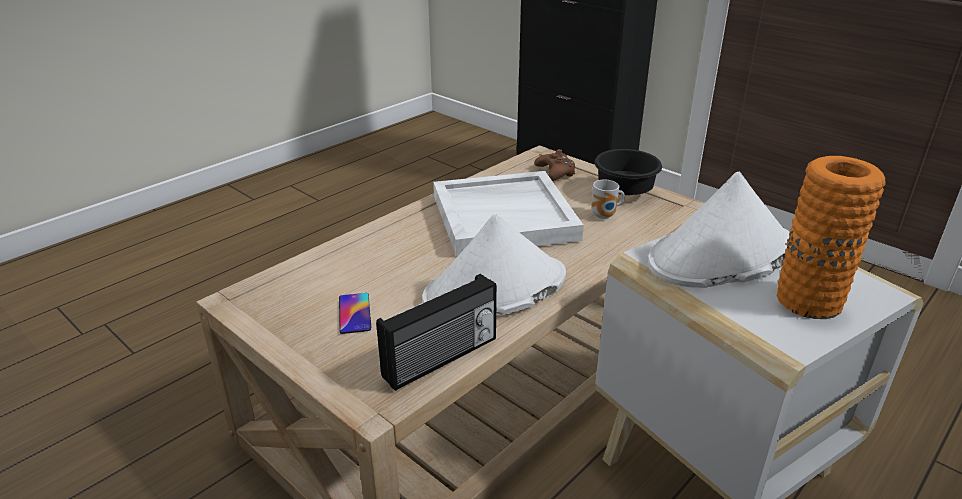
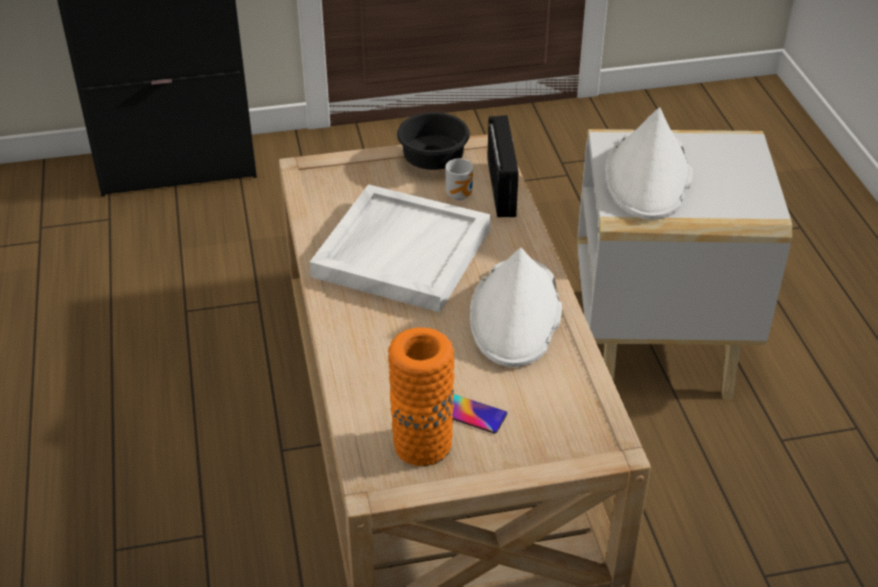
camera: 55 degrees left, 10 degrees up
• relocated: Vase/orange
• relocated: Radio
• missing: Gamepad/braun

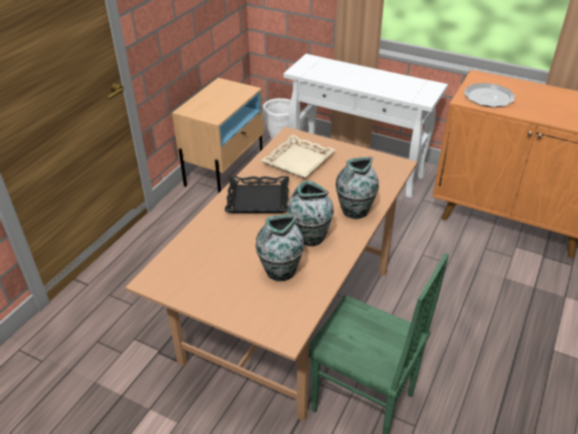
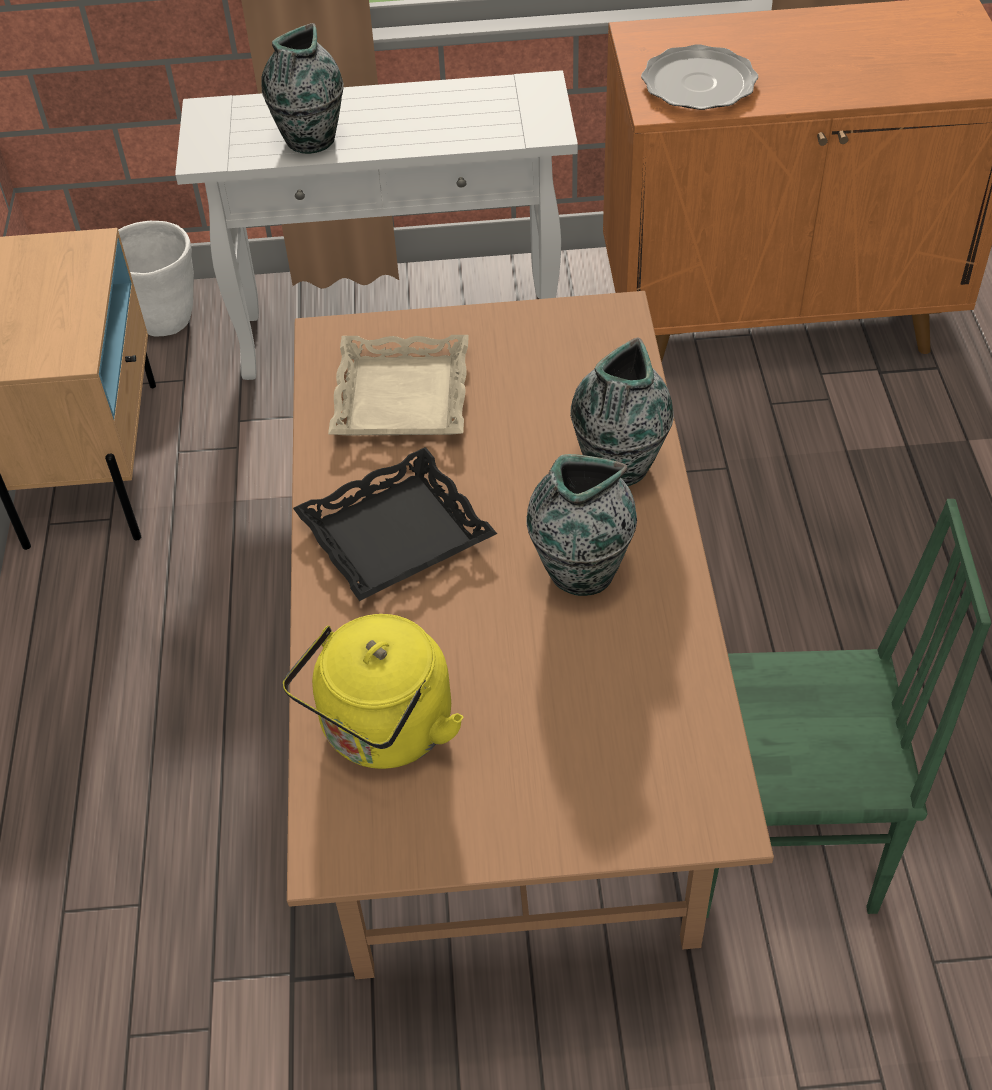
camera: 30 degrees left, 10 degrees up
• relocated: Vase (no. 1 from left)
• appeared: Wasserkessel/gelb

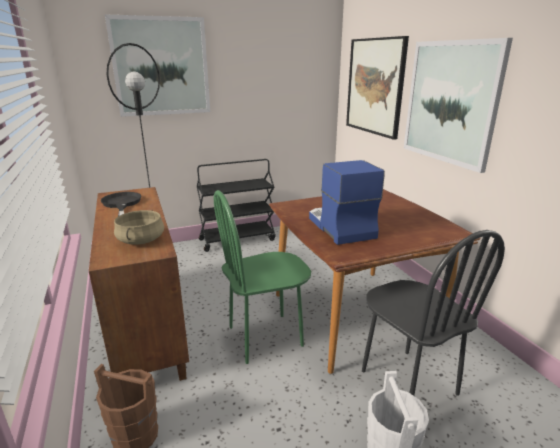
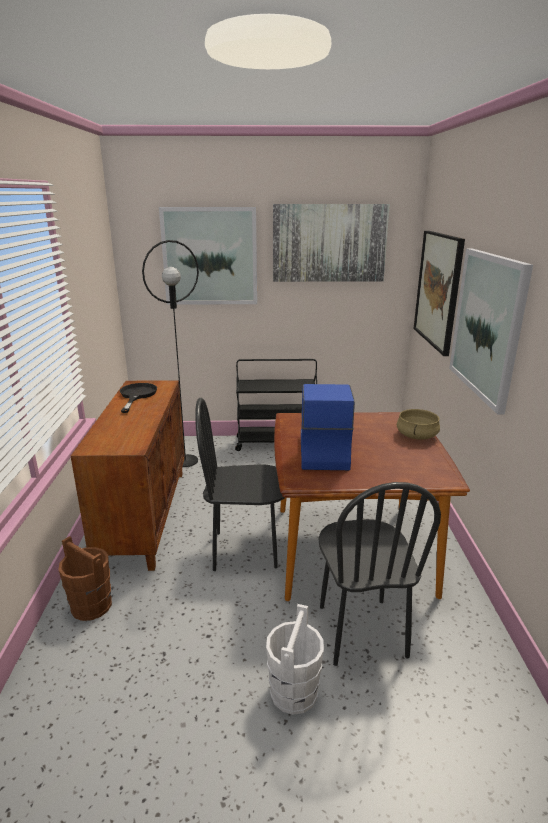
camera: 20 degrees right, 0 degrees up
• colour: Stuhl/grün to Stuhl/schwarz (no. 1 from left)
• appeared: Bild (no. 2 from left)
• relocated: Kochtopf/beige

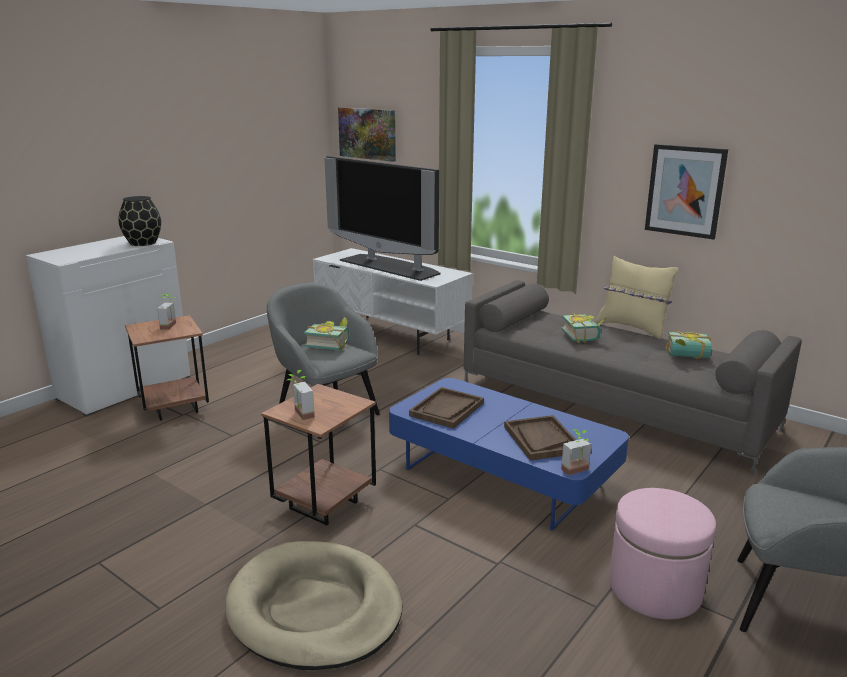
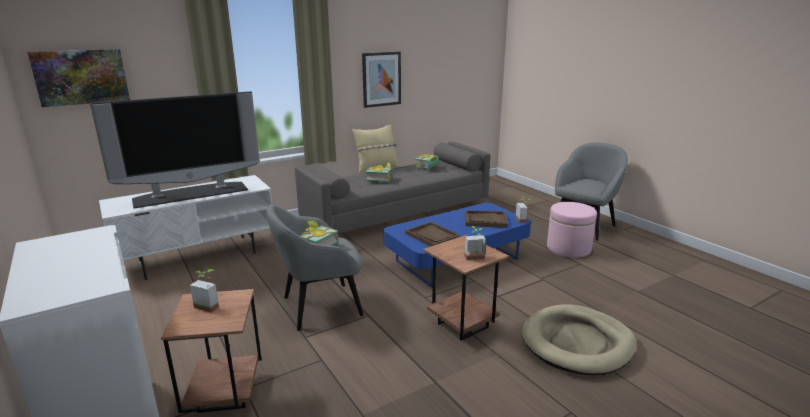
camera: 70 degrees left, 0 degrees up
• missing: Vase/schwarz

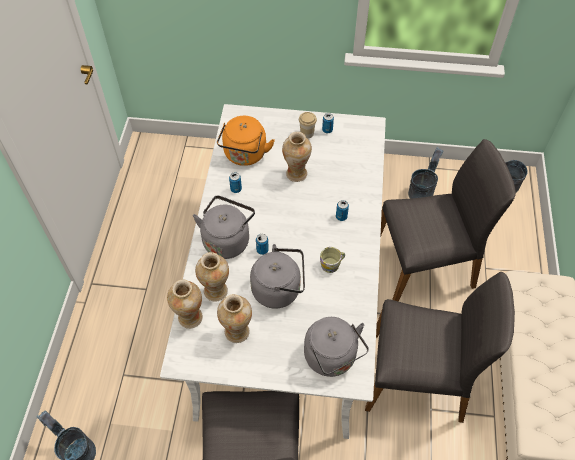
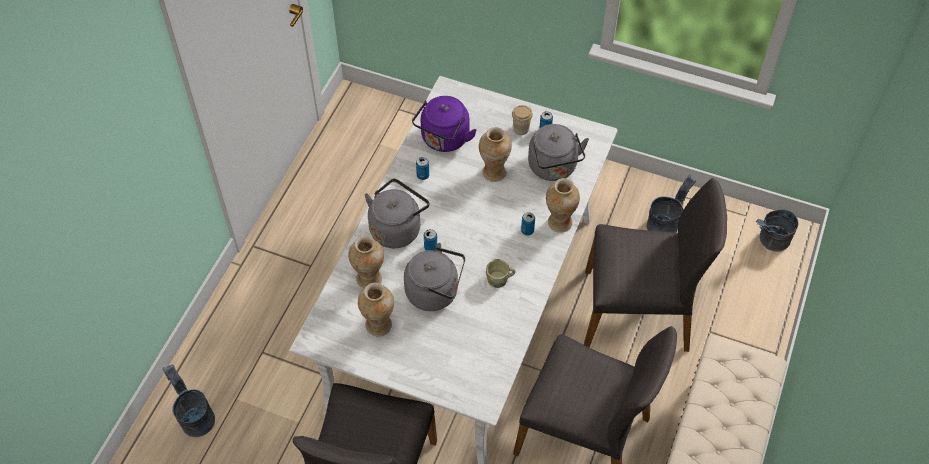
camera: 15 degrees right, 0 degrees up
• colour: Wasserkessel/orange to Wasserkessel/lila
• relocated: Wasserkessel/grau (no. 3 from left)
• relocated: Vase (no. 1 from left in the first image) to Vase (no. 4 from left)

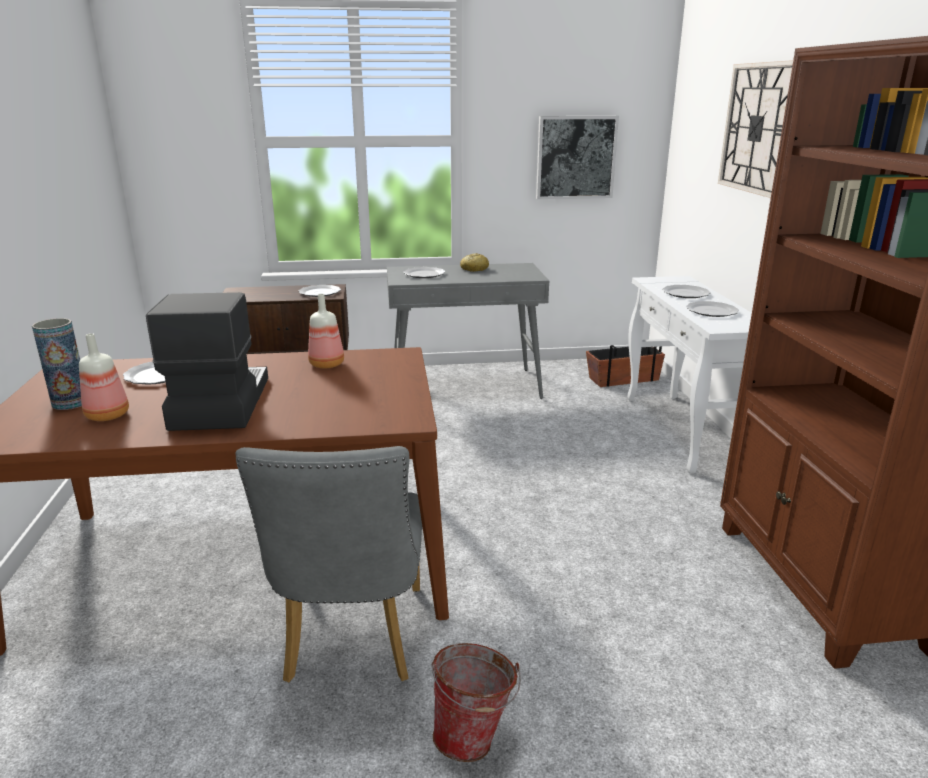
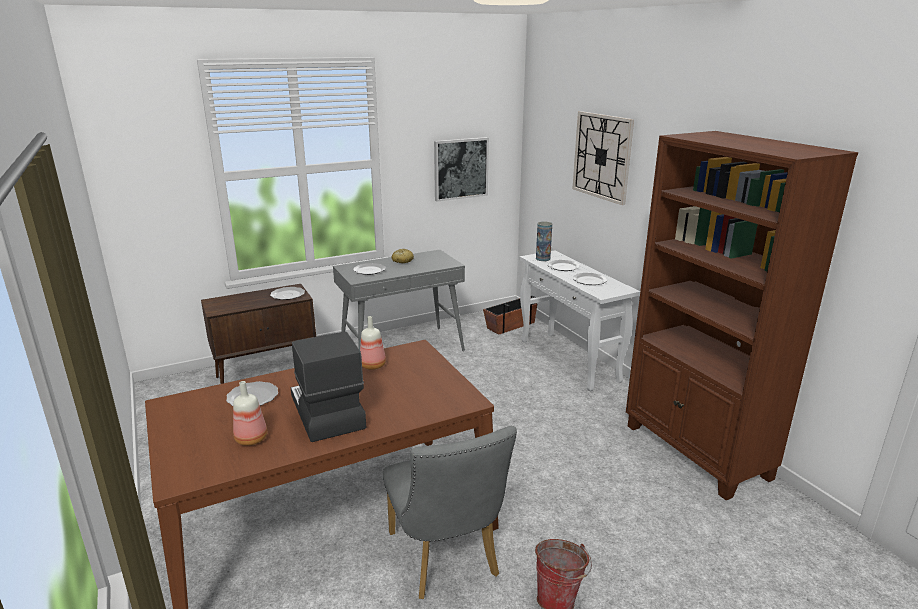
camera: 20 degrees left, 0 degrees up
• relocated: Vase

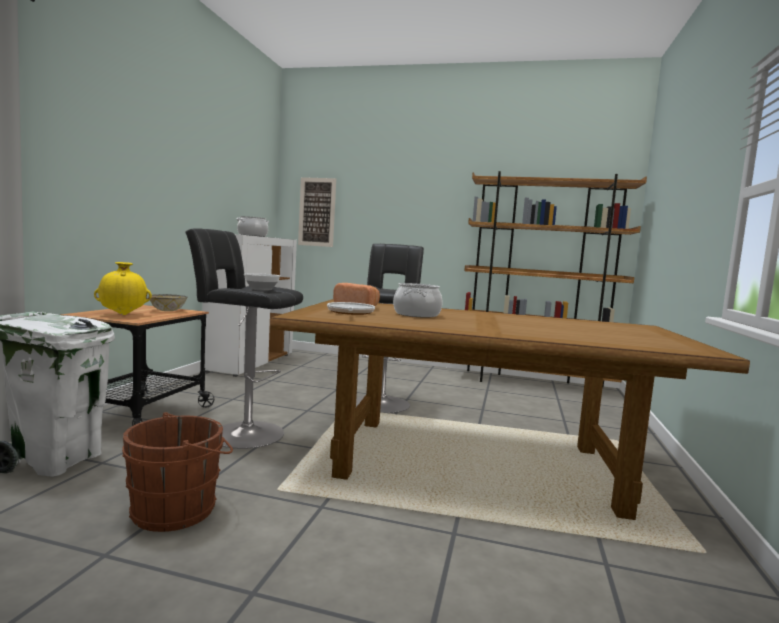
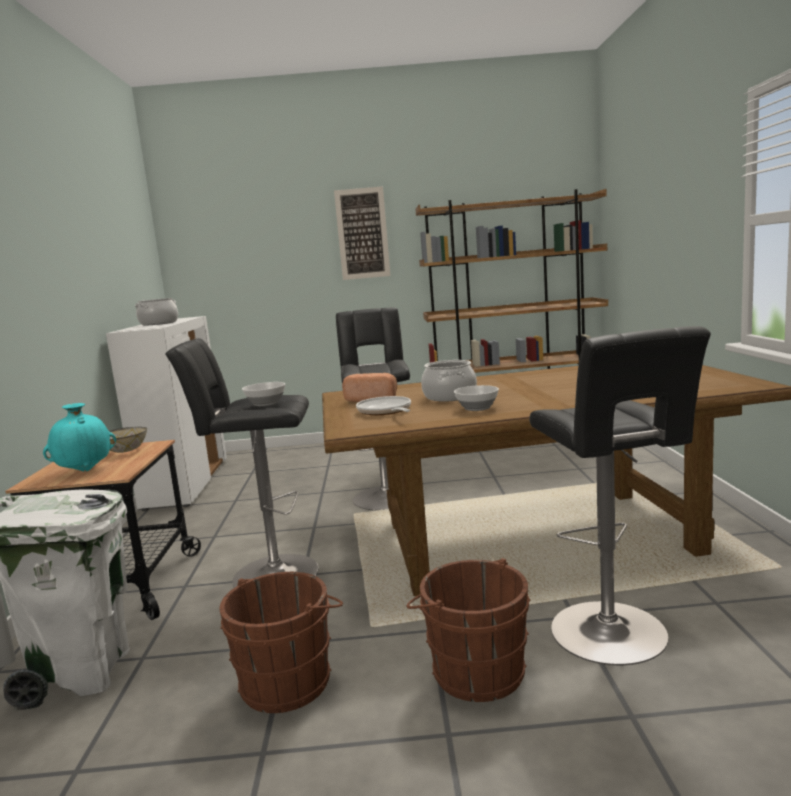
camera: 15 degrees left, 5 degrees up
• colour: Vase/gelb to Vase/türkis
• relocated: Bild
• appeared: Eimer/braun (no. 2 from left)
• appeared: Schüssel (no. 3 from left)
• appeared: Hocker/schwarz (no. 3 from left)

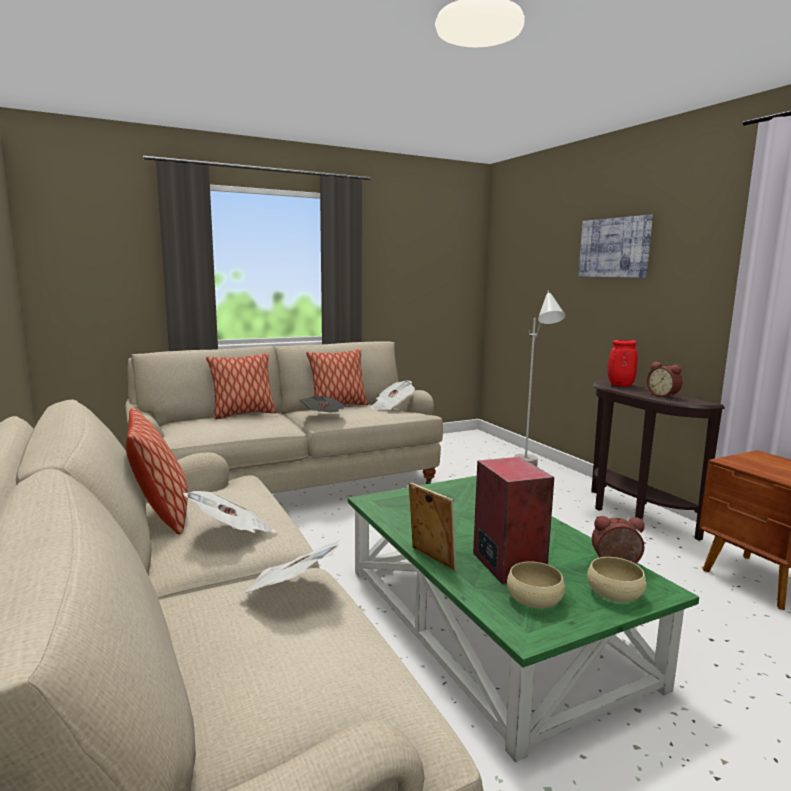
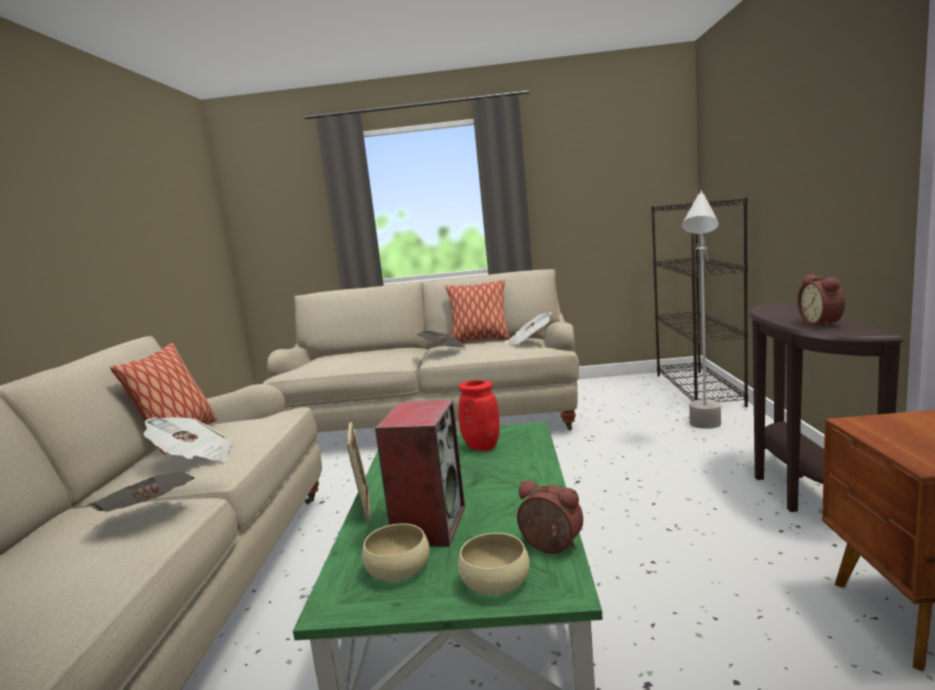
camera: 30 degrees right, 0 degrees up
• relocated: Vase/rot
• appeared: Bücherregal/schwarz
• missing: Kissen (no. 2 from left)
• missing: Bild

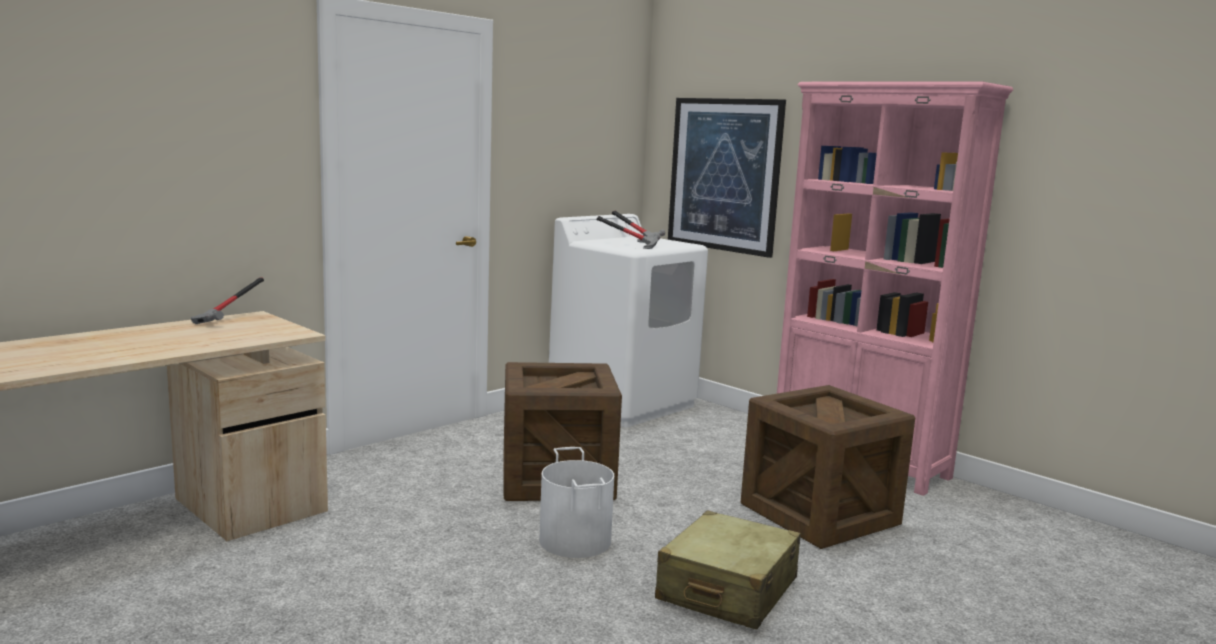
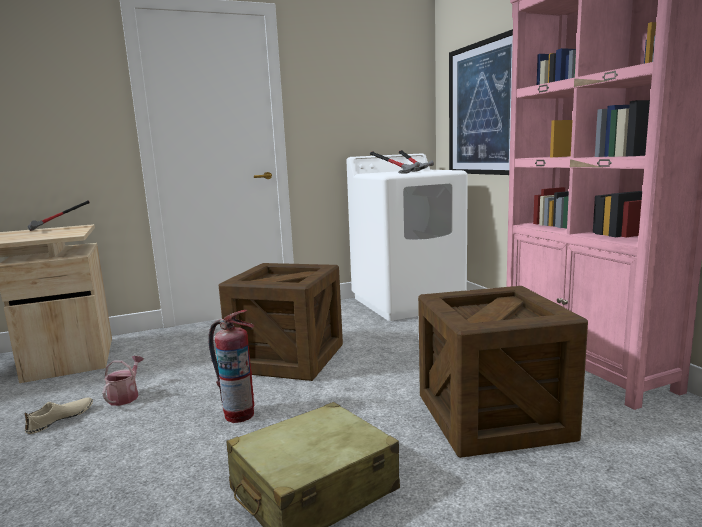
camera: 25 degrees right, 0 degrees up
• appeared: Schuh/beige
• appeared: Gießkanne
• exchanged: Eimer/weiß to Feuerlöscher

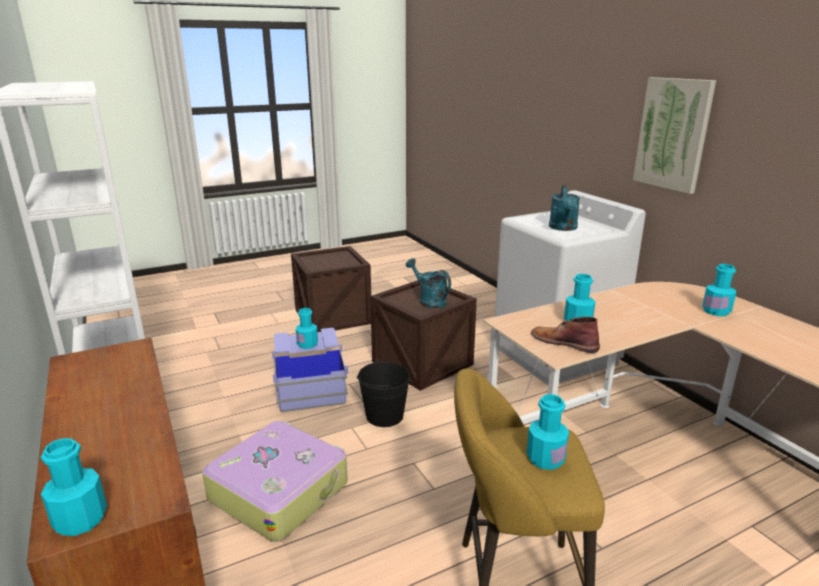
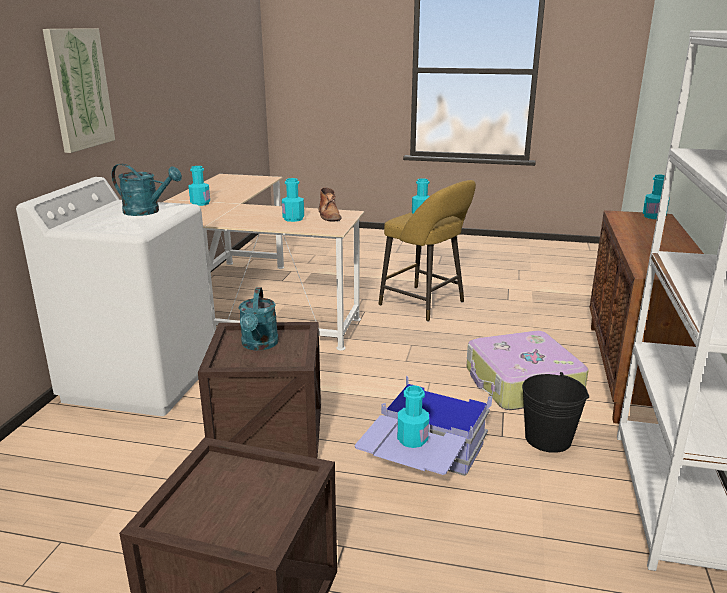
camera: 140 degrees left, 0 degrees up
• spun: Gießkanne/türkis (no. 2 from left in the first image) 60 degrees clockwise
• relocated: Eimer/schwarz

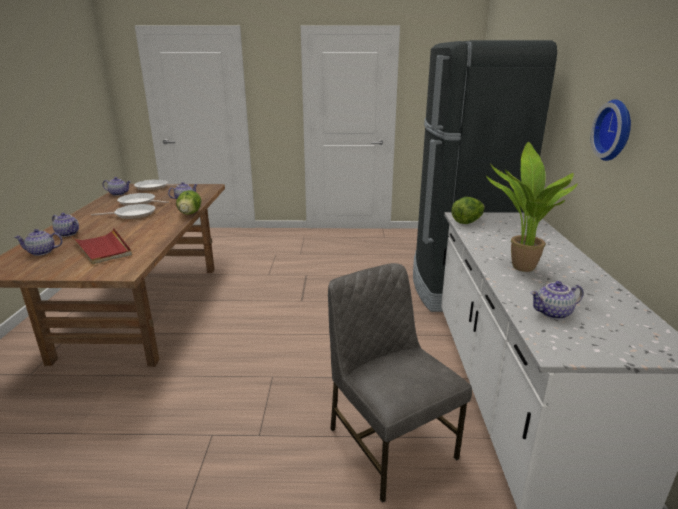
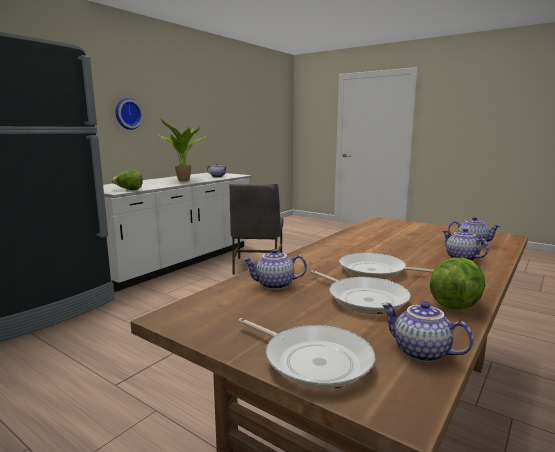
camera: 145 degrees left, 10 degrees down
• relocated: Salatkopf (no. 1 from left in the first image) to Salatkopf (no. 2 from left)
• missing: Tablett/rot

